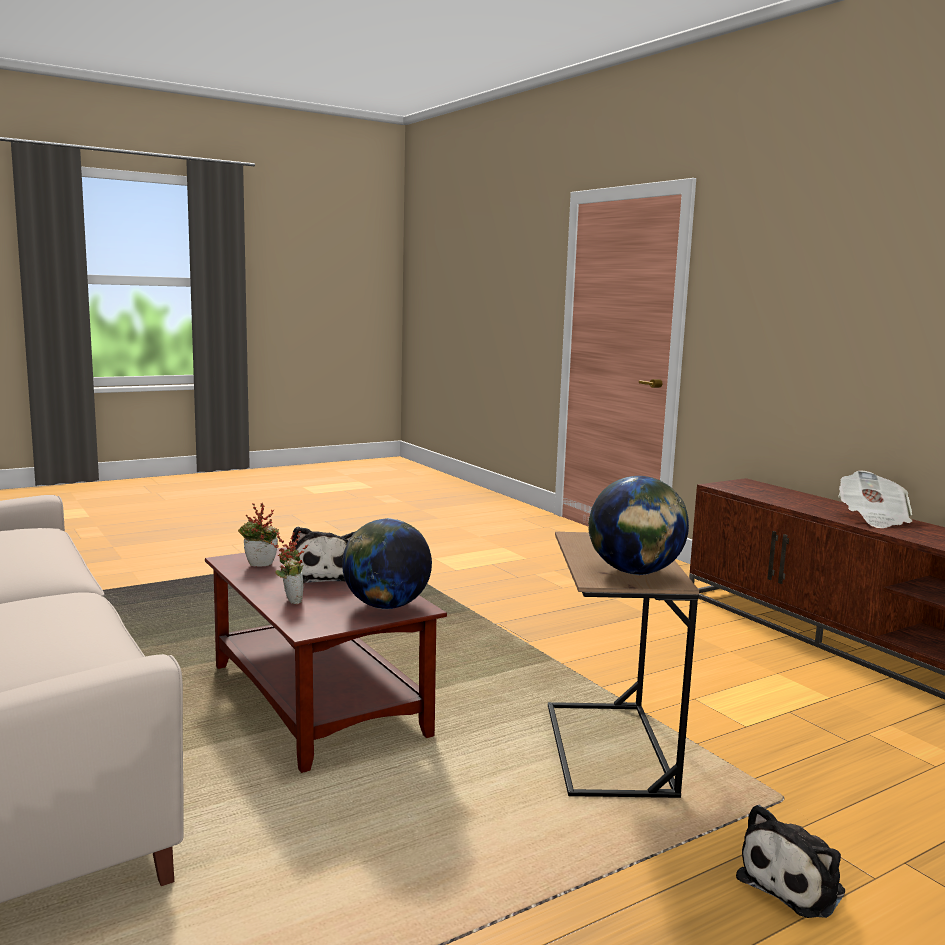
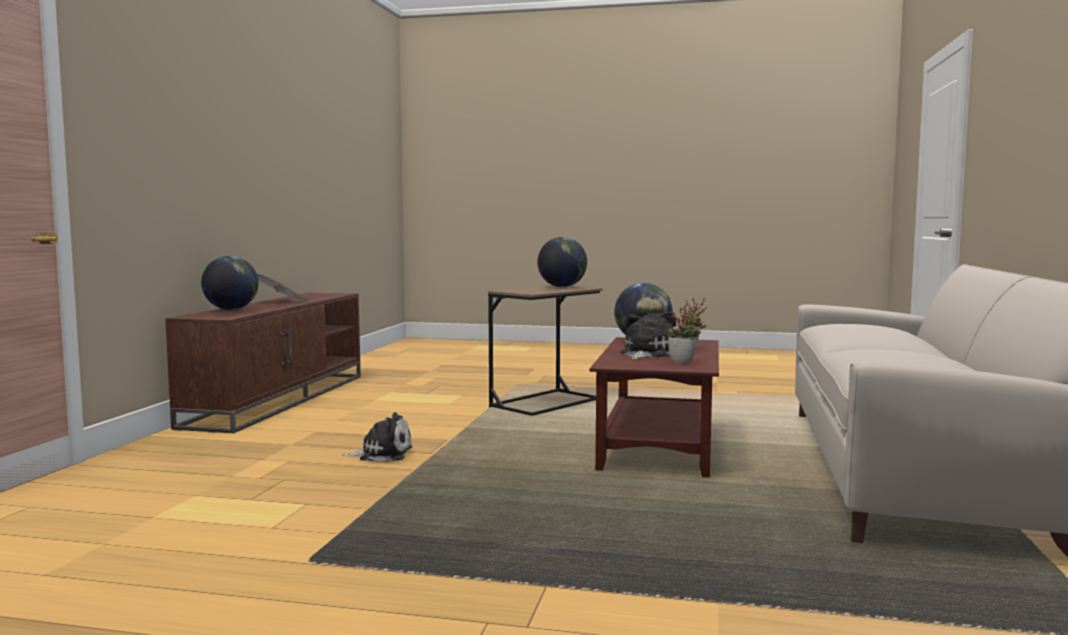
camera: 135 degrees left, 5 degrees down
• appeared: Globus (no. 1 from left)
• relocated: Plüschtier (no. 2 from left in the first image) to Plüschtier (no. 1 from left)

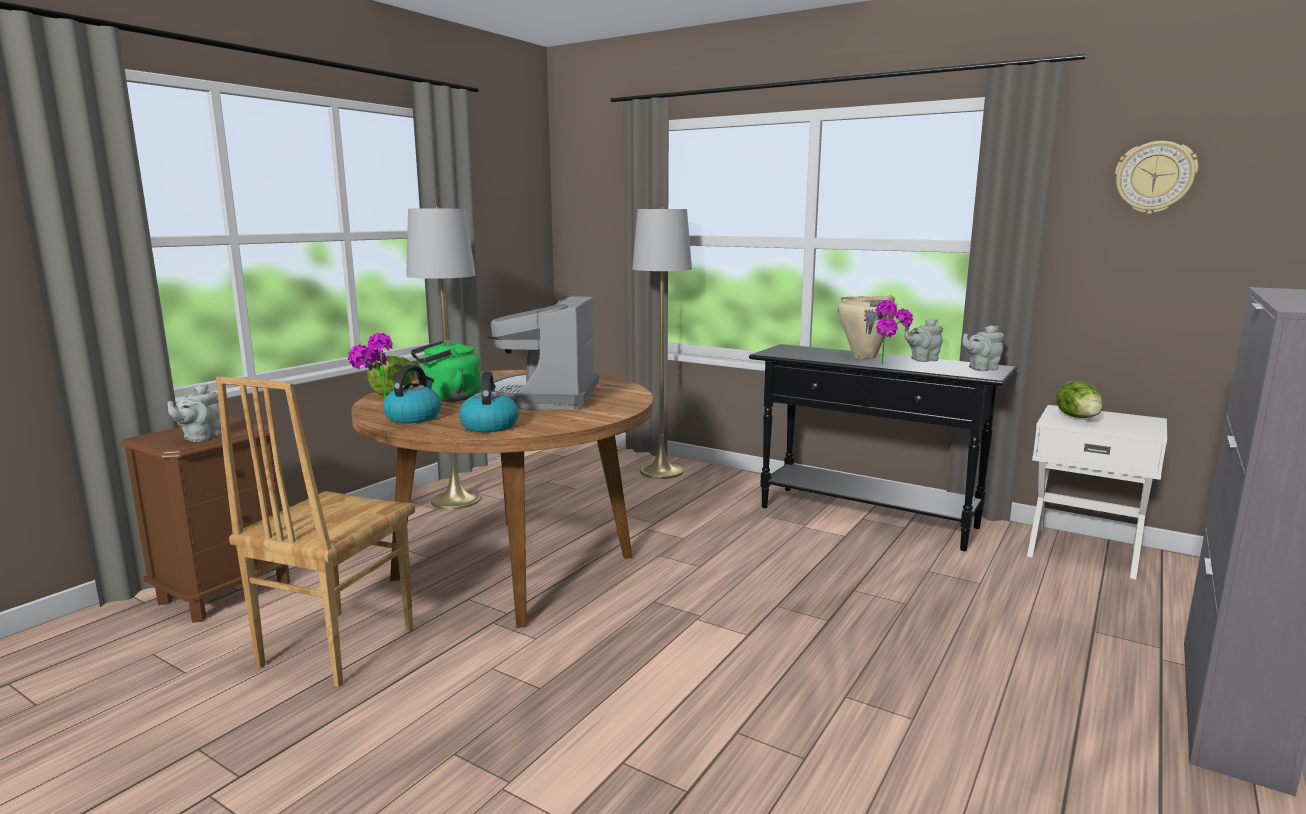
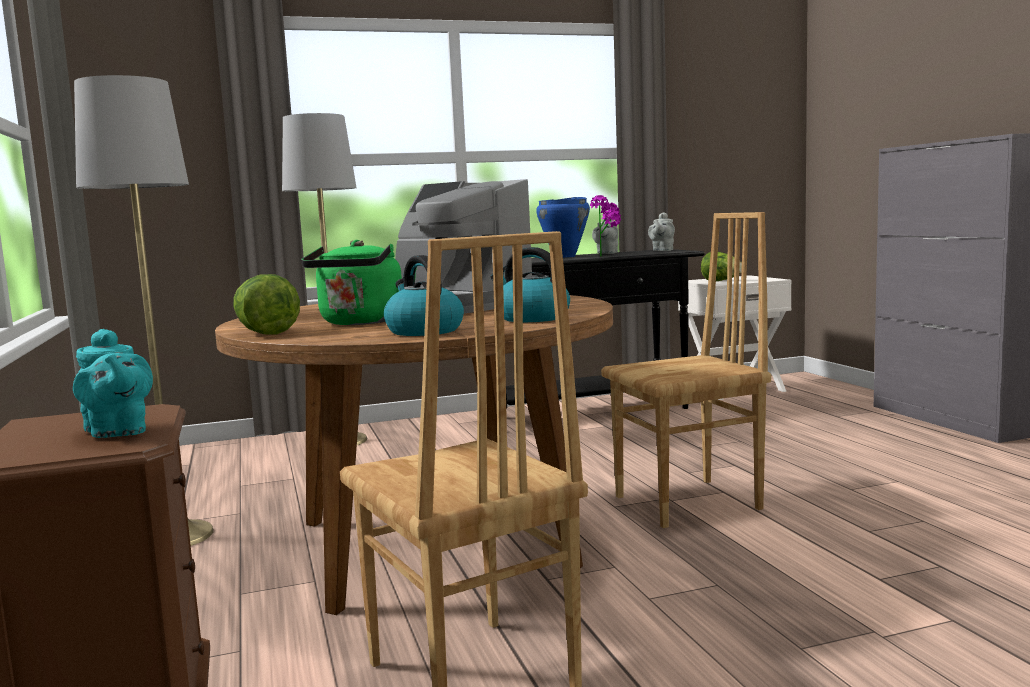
camera: 50 degrees left, 5 degrees down
• colour: Teekanne/grau (no. 1 from left) to Teekanne/türkis
• colour: Kochtopf/beige to Kochtopf/blau
• appeared: Stuhl/braun (no. 2 from left)
• missing: Topfpflanze (no. 1 from left)
• missing: Wanduhr

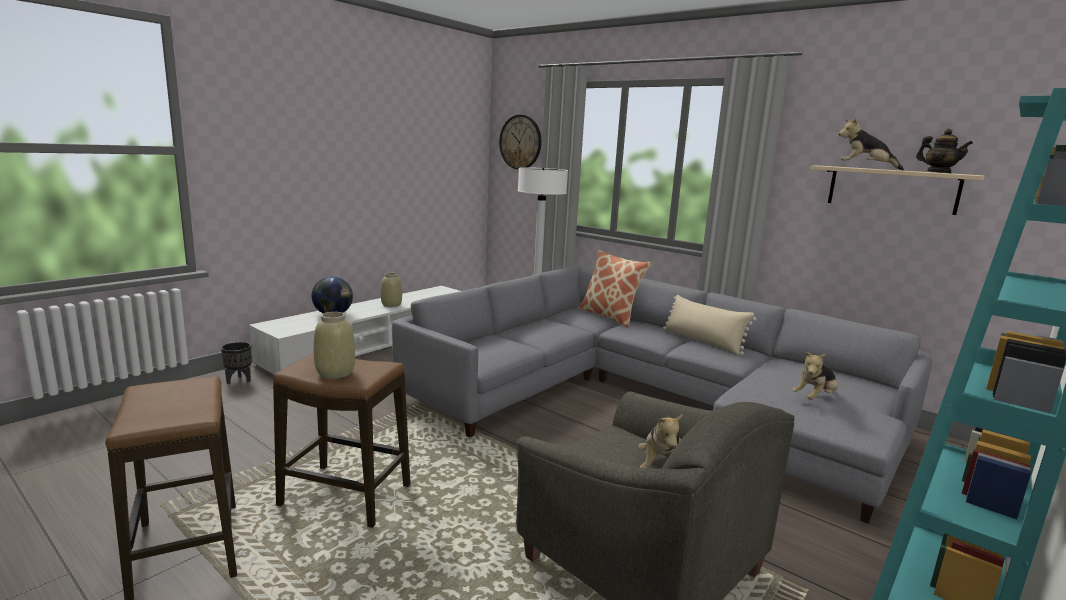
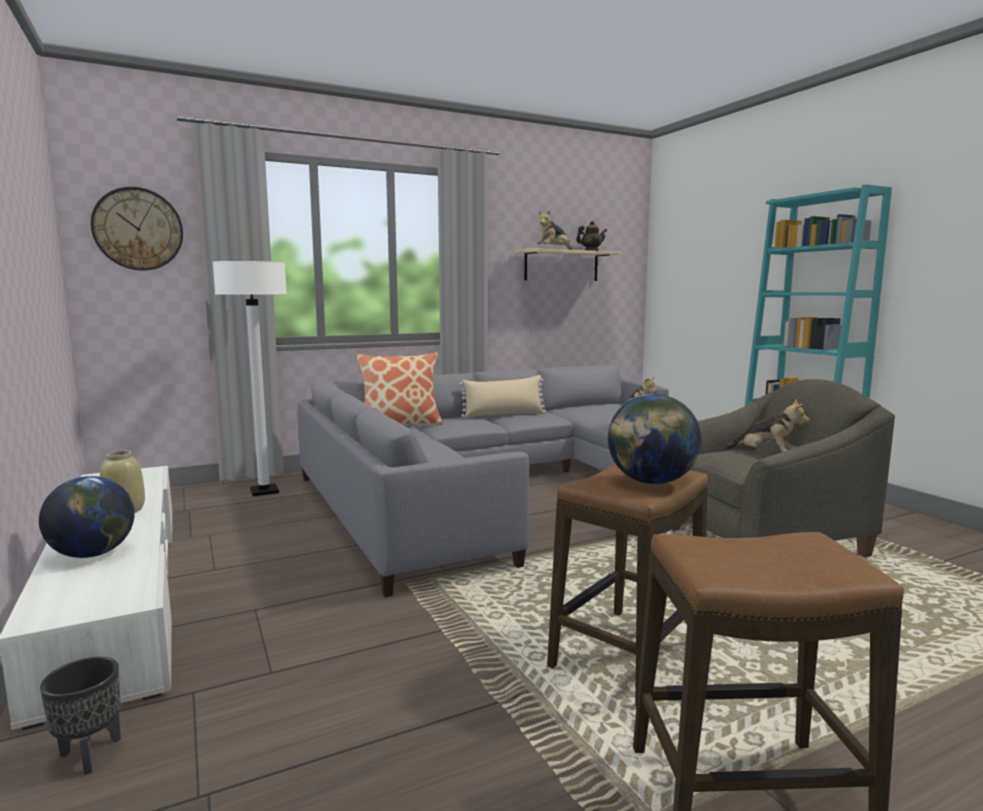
camera: 65 degrees left, 5 degrees down
• exchanged: Vase/beige (no. 1 from left) to Globus (no. 2 from left)

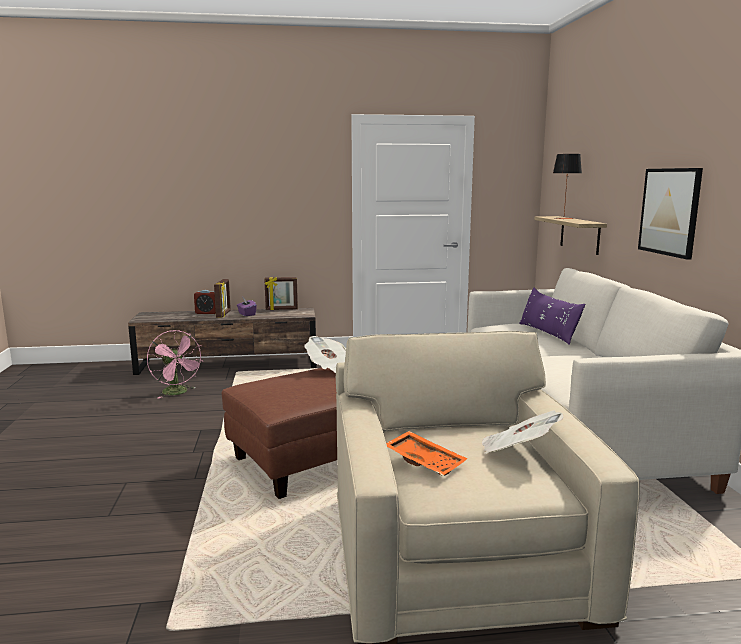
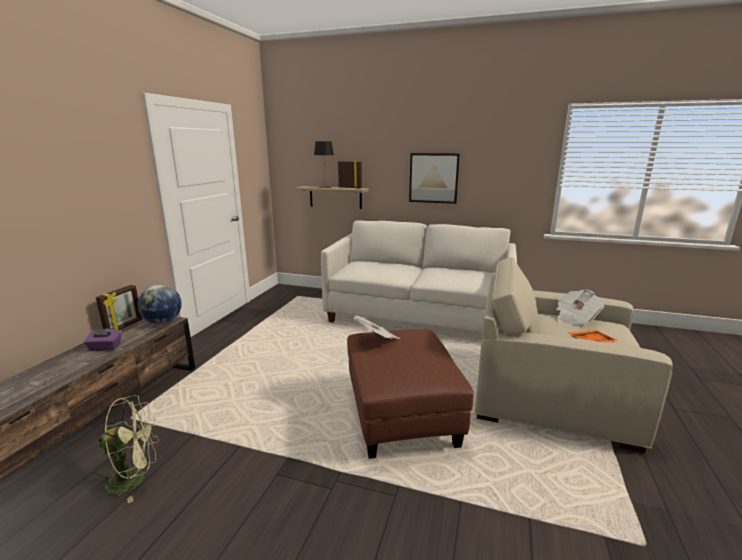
camera: 65 degrees left, 5 degrees up
• colour: Ventilator/rosa to Ventilator/grün
• appeared: Globus
• relocated: Bilderrahmen (no. 1 from left in the first image) to Bilderrahmen (no. 2 from left)
• missing: Wecker
• missing: Kissen/lila

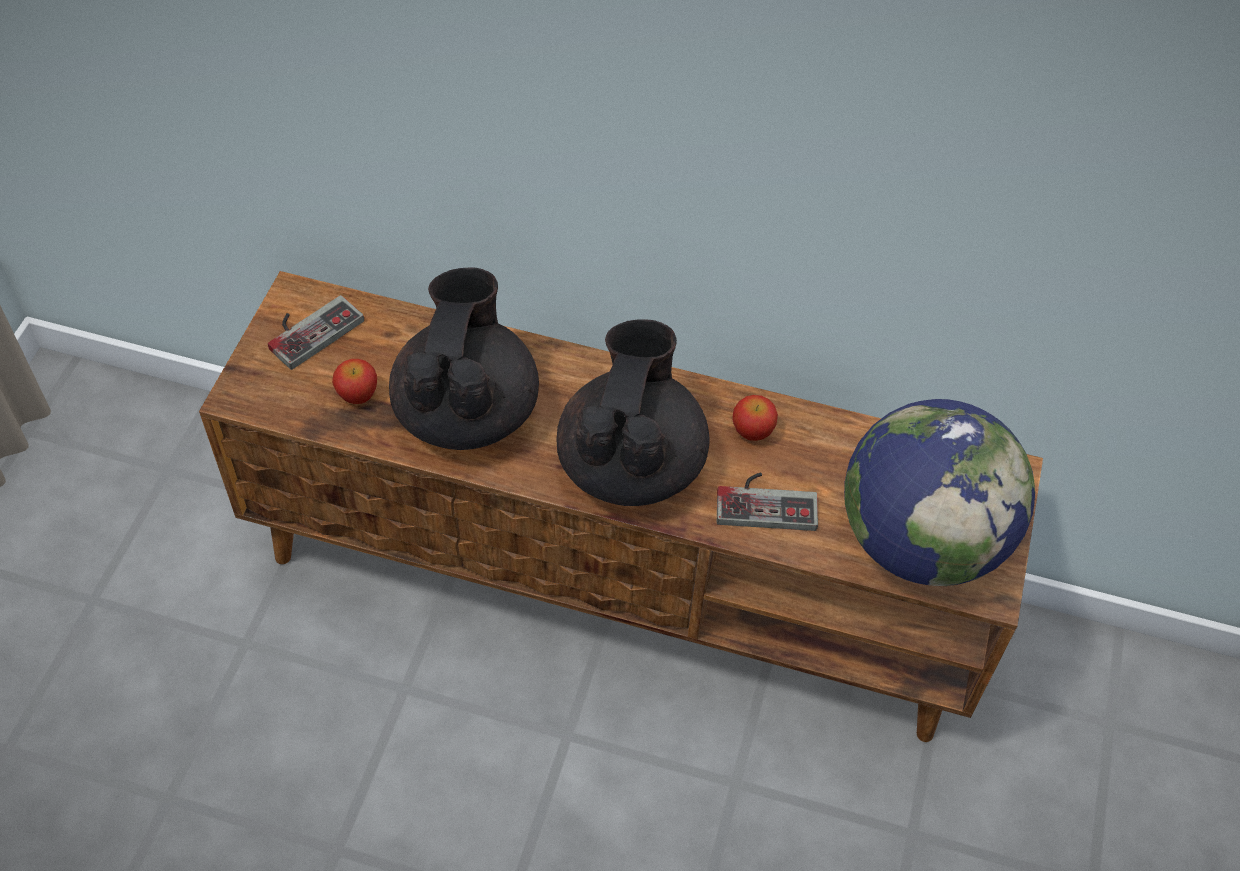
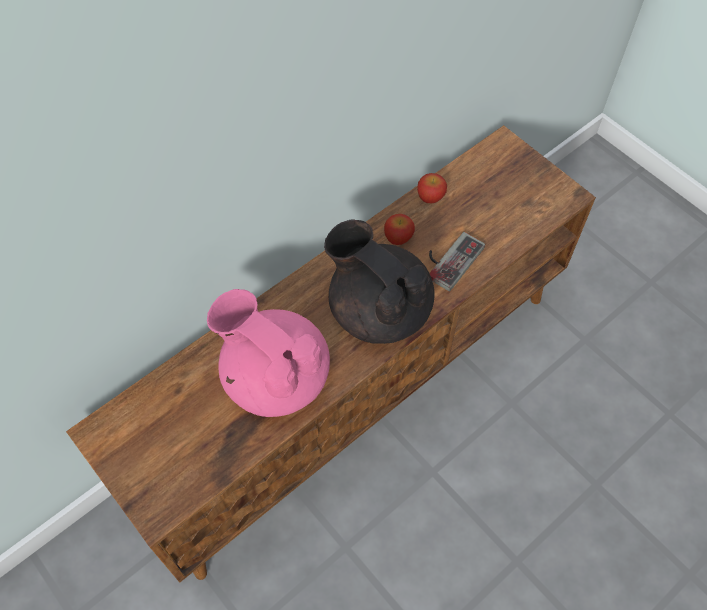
camera: 55 degrees left, 5 degrees up
• colour: Teekanne/schwarz (no. 1 from left) to Teekanne/rosa
• relocated: Apfel (no. 1 from left in the first image) to Apfel (no. 2 from left)
• missing: Gamepad (no. 1 from left)
• missing: Globus

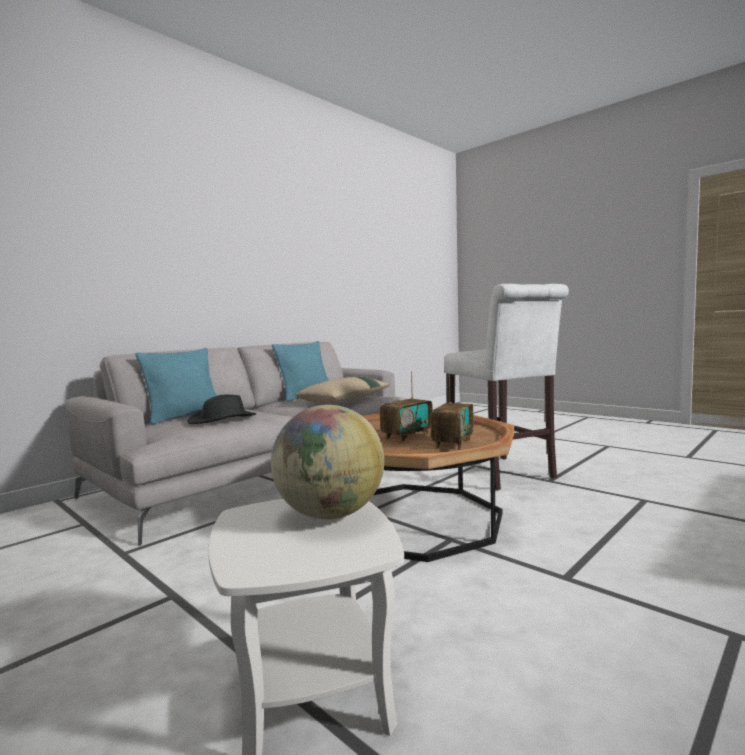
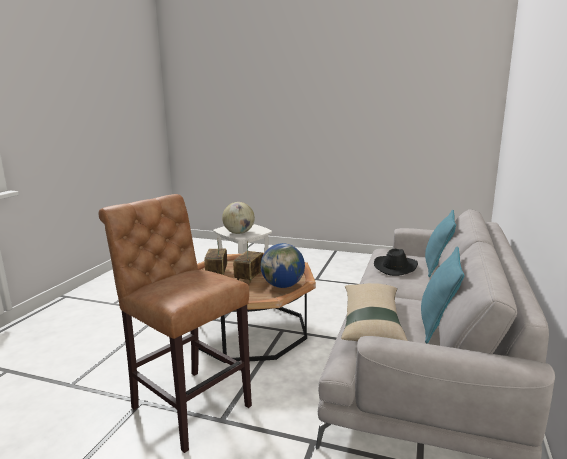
camera: 155 degrees right, 10 degrees up
• colour: Hocker/weiß to Hocker/braun
• appeared: Globus (no. 2 from left)

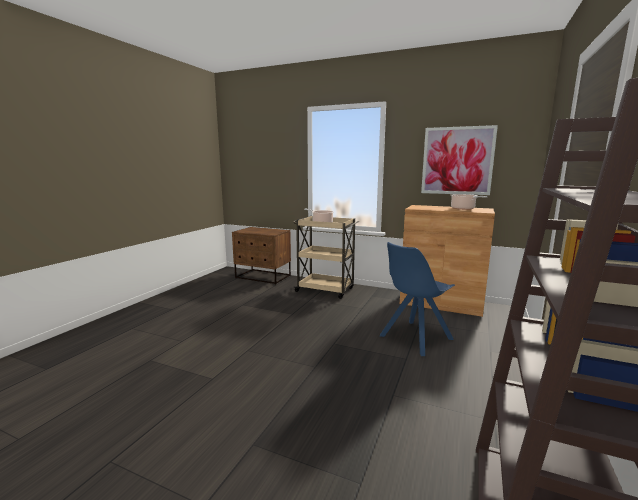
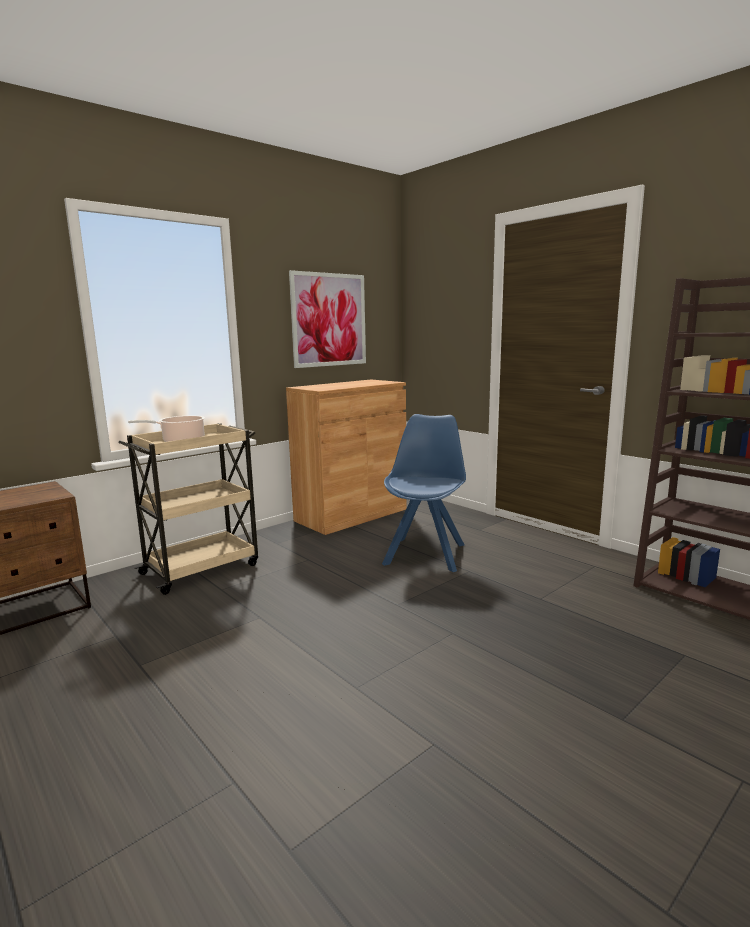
camera: 65 degrees left, 0 degrees up
• spun: Stuhl/blau 150 degrees counterclockwise
• missing: Kochtopf (no. 2 from left)

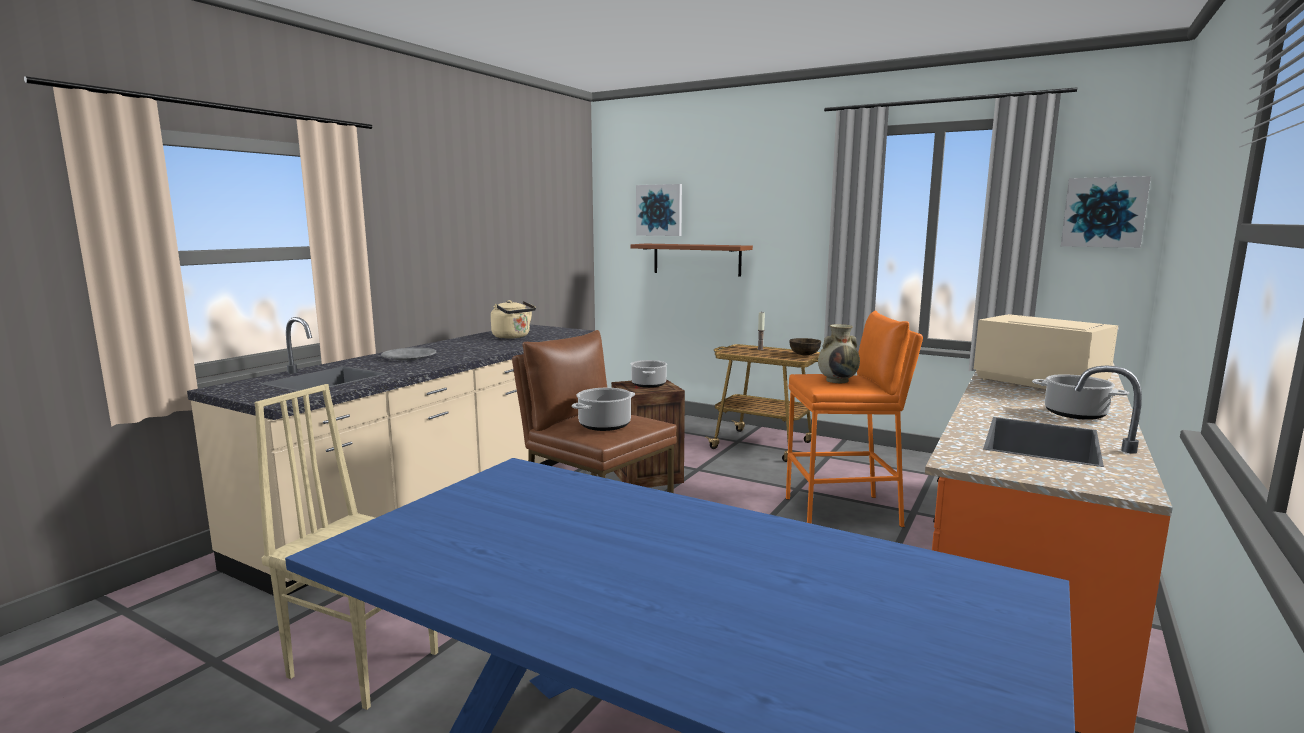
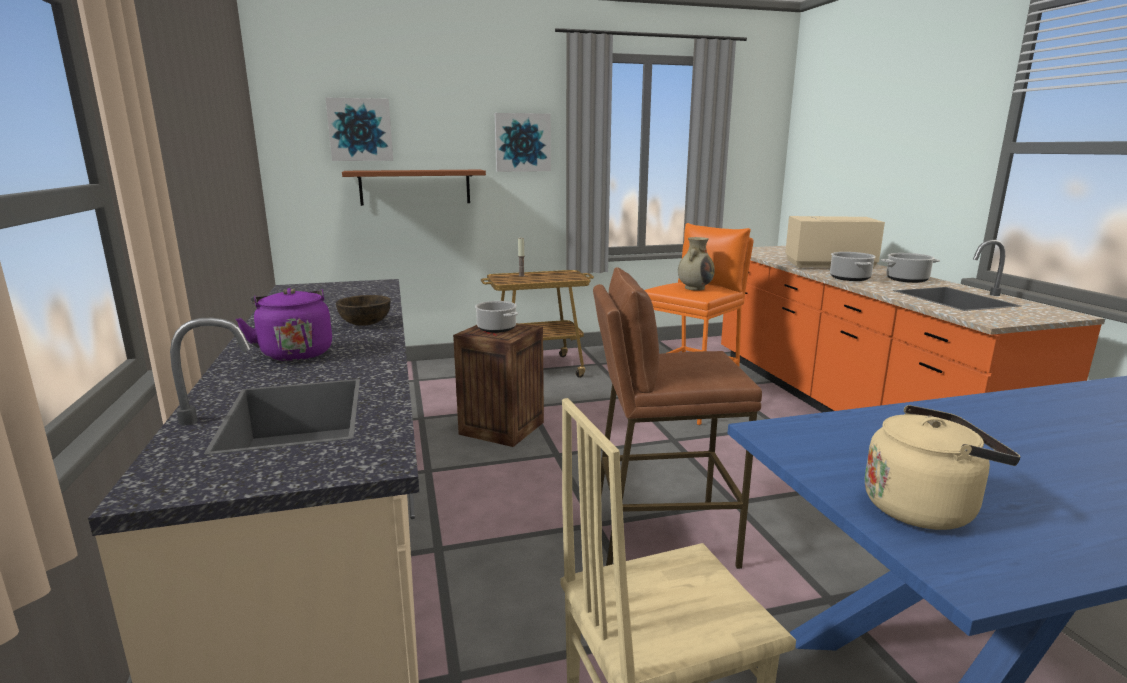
camera: 45 degrees left, 5 degrees up
• exchanged: Teller/grau to Wasserkessel/lila
• relocated: Schüssel/braun
• relocated: Bild (no. 2 from left)
• relocated: Kochtopf (no. 1 from left in the first image) to Kochtopf (no. 2 from left)
• relocated: Wasserkessel/beige

